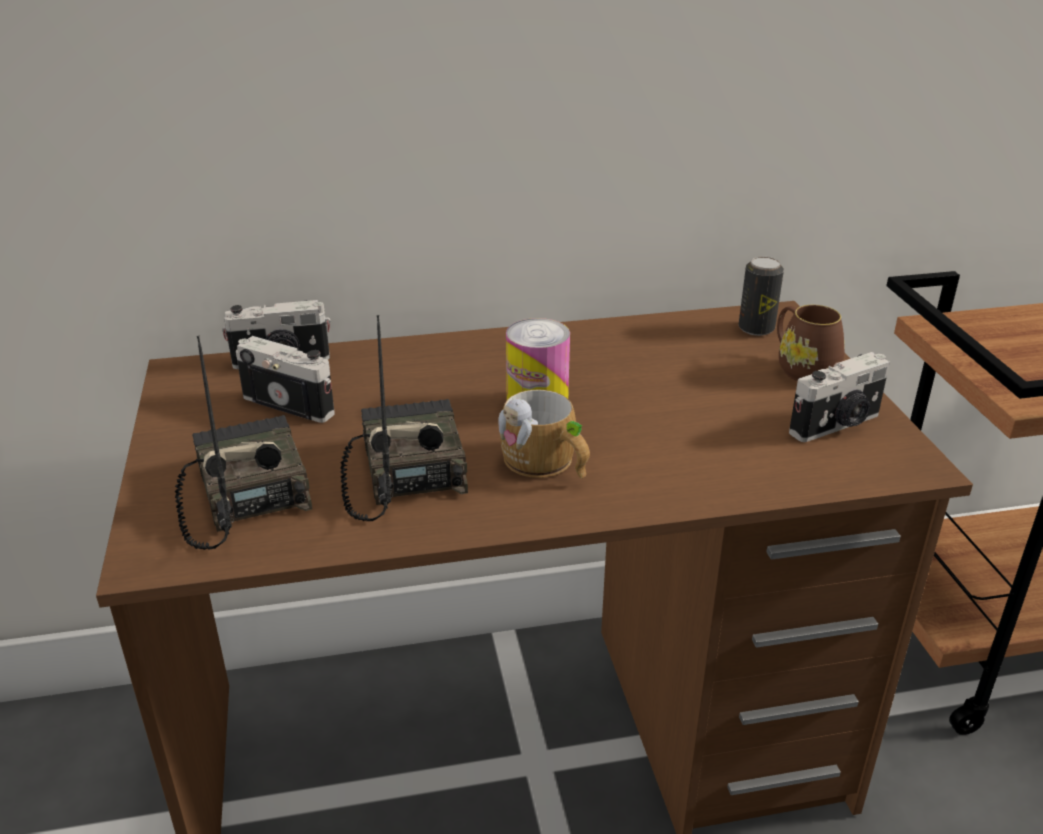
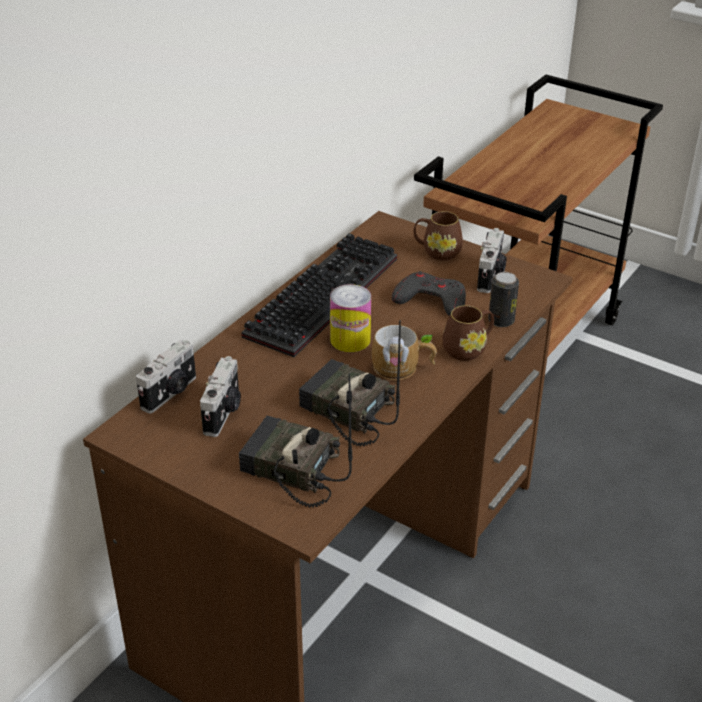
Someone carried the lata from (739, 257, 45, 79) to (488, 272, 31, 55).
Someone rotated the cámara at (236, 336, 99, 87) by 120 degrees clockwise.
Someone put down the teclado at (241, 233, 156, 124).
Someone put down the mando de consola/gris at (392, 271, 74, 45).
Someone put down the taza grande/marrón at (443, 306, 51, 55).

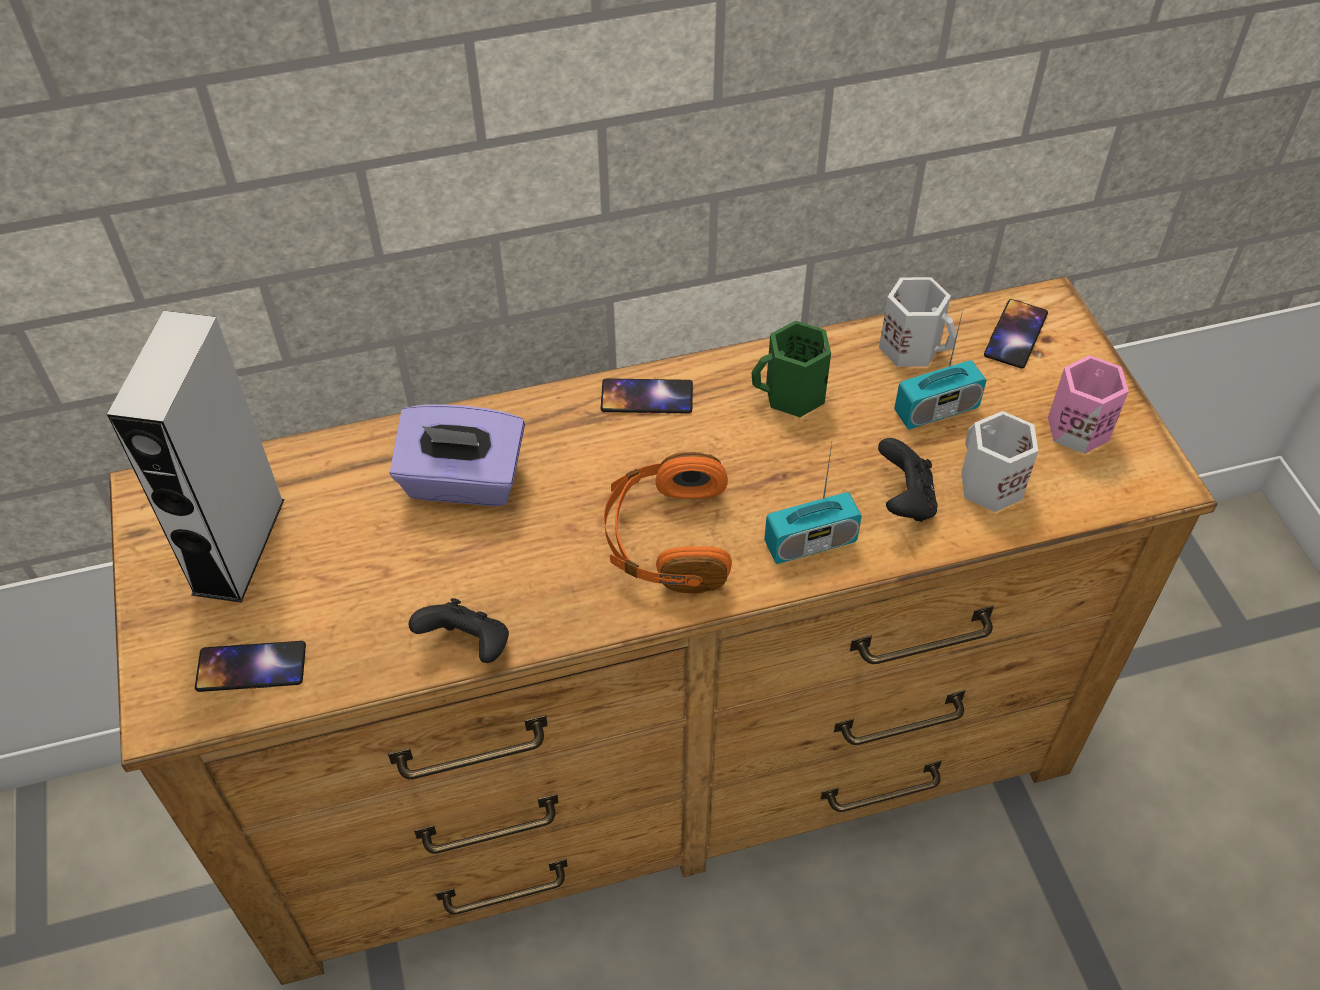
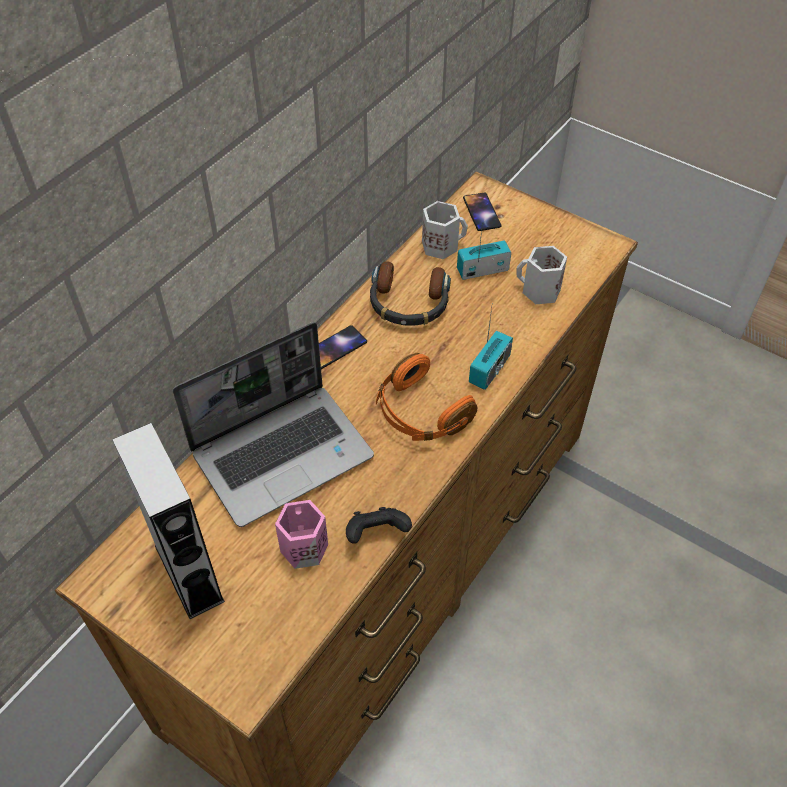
Someone rotated the radio at (894, 307, 92, 122) by 135 degrees counterclockwise.
Someone swapped the taza grande/verde at (752, 321, 79, 96) for the auriculares at (370, 261, 81, 65).
Someone carried the taza grande/rosa from (1048, 355, 81, 99) to (275, 500, 53, 69).
Someone swapped the caja de pañuelos/morado at (390, 404, 135, 102) for the portátil at (173, 322, 201, 205).
Someone took away the mando de consola/negro at (878, 438, 60, 84).
Someone took away the móvil at (195, 641, 111, 51).

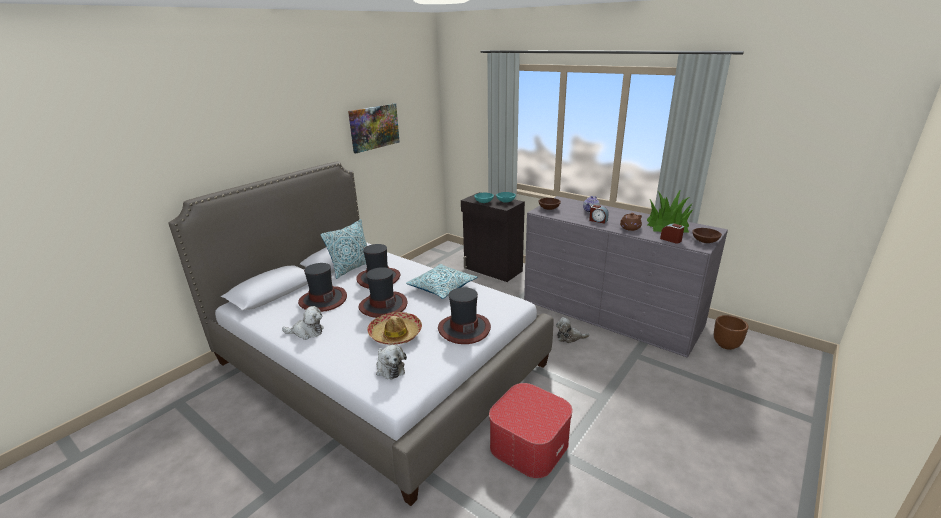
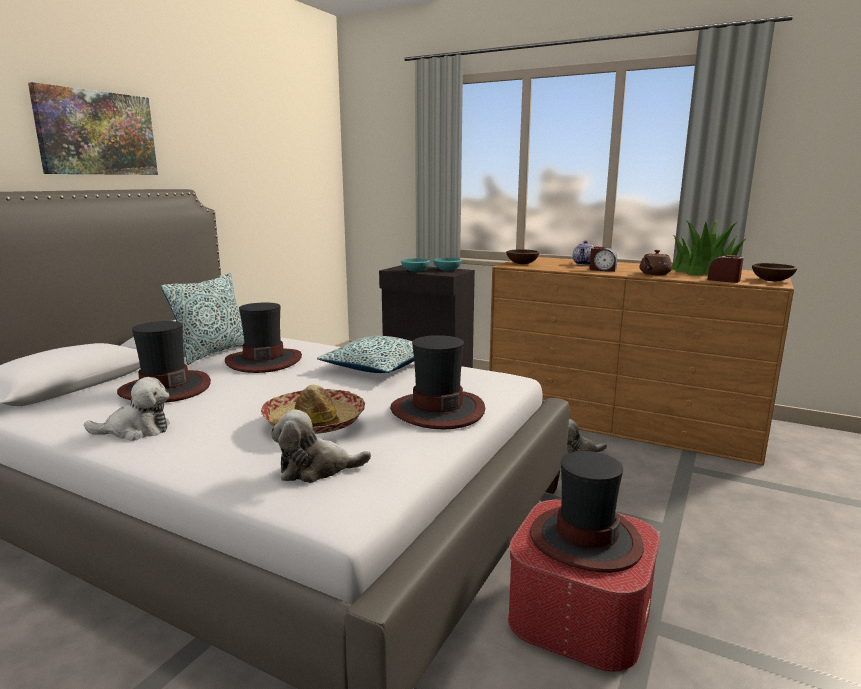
Someone carried the cuadro from (348, 103, 52, 50) to (28, 82, 130, 93).
Someone repainted the cómoda/gris at (524, 196, 204, 162), which became the cómoda/marrón at (489, 257, 305, 208).
Someone carried the sombrero from (359, 267, 48, 51) to (530, 451, 114, 122).
Someone took away the maceta/marrón at (714, 315, 34, 35).
Someone rotated the peluche at (376, 345, 31, 35) by 120 degrees clockwise.

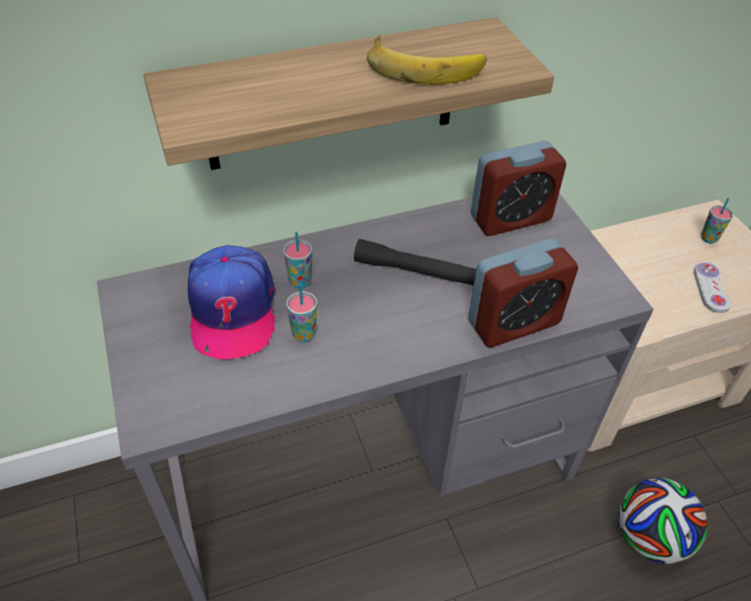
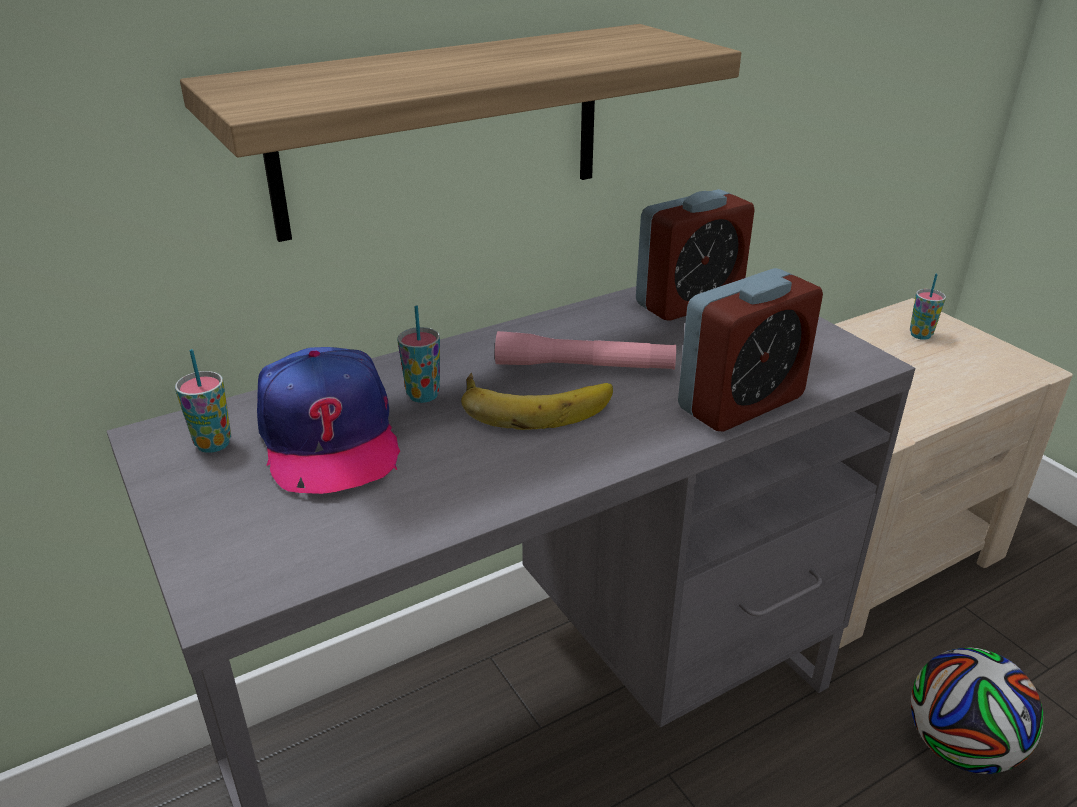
Someone carried the plátano from (367, 35, 120, 50) to (461, 373, 152, 57).
Someone repainted the linterna/negro at (354, 239, 122, 47), which became the linterna/rosa at (495, 331, 181, 39).
Someone took away the mando de consola/blanco at (694, 262, 38, 51).
Someone carried the taza from (286, 284, 31, 58) to (175, 349, 56, 104).

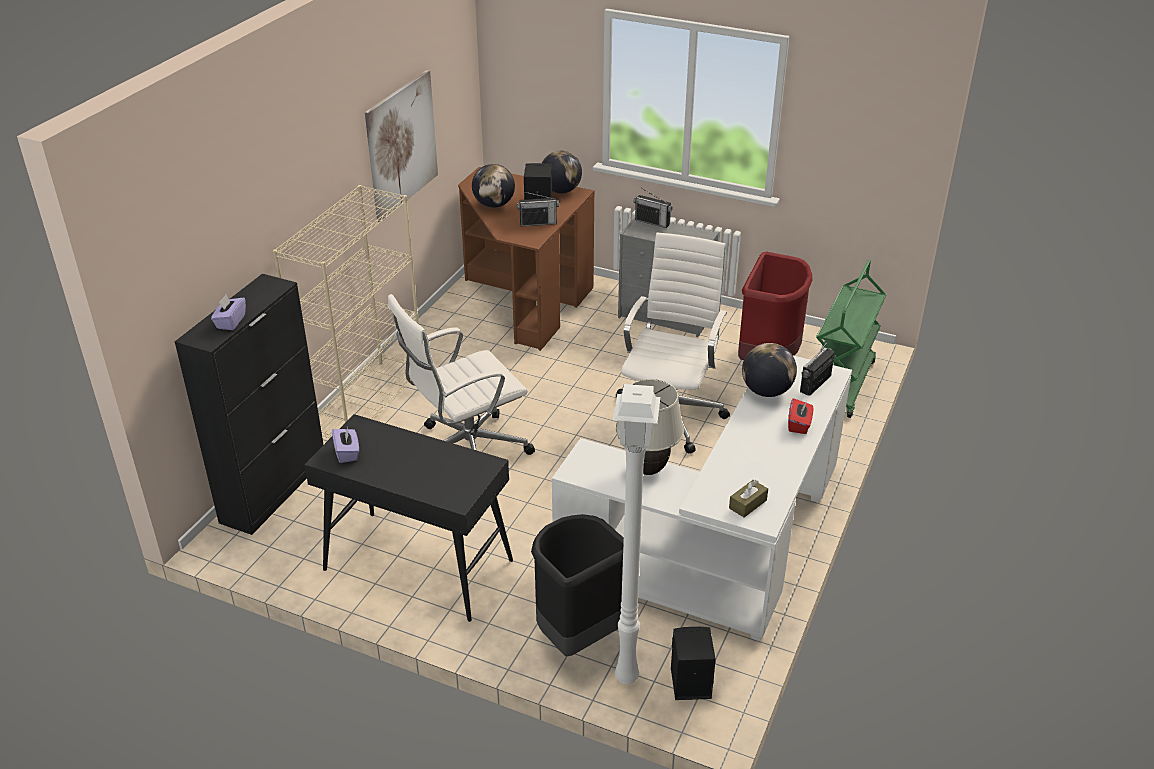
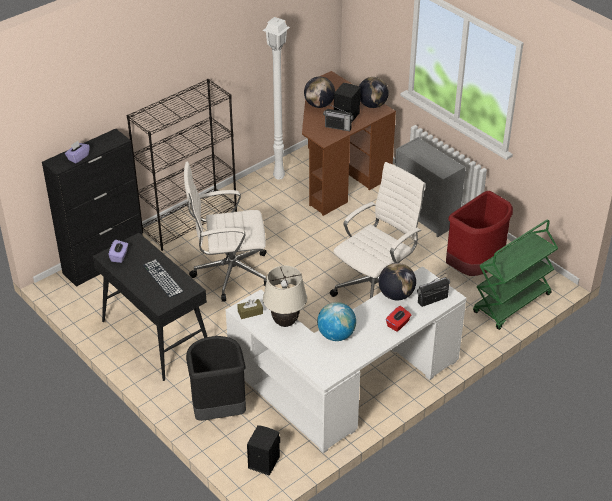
Someone took away the cuadro at (365, 70, 73, 152).
Someone repainted the estantería/beis at (273, 185, 146, 253), which became the estantería/negro at (127, 79, 110, 172).
Someone took away the radio at (634, 188, 39, 40).
Someone carried the lámpara de pie/blanco from (613, 384, 47, 300) to (262, 17, 28, 163).
Someone carried the caja de pañuelos/marrón from (729, 480, 39, 37) to (237, 299, 26, 20).
Someone put down the teclado at (143, 260, 41, 38).
Someone put down the globo terráqueo at (317, 302, 39, 39).

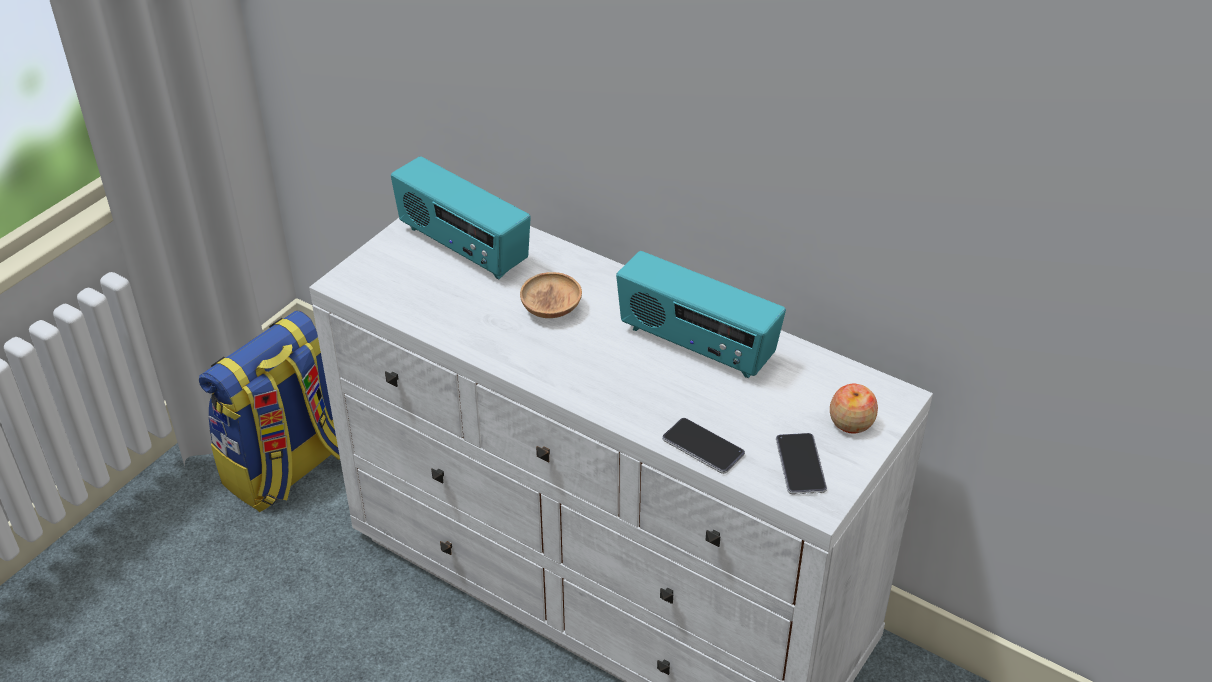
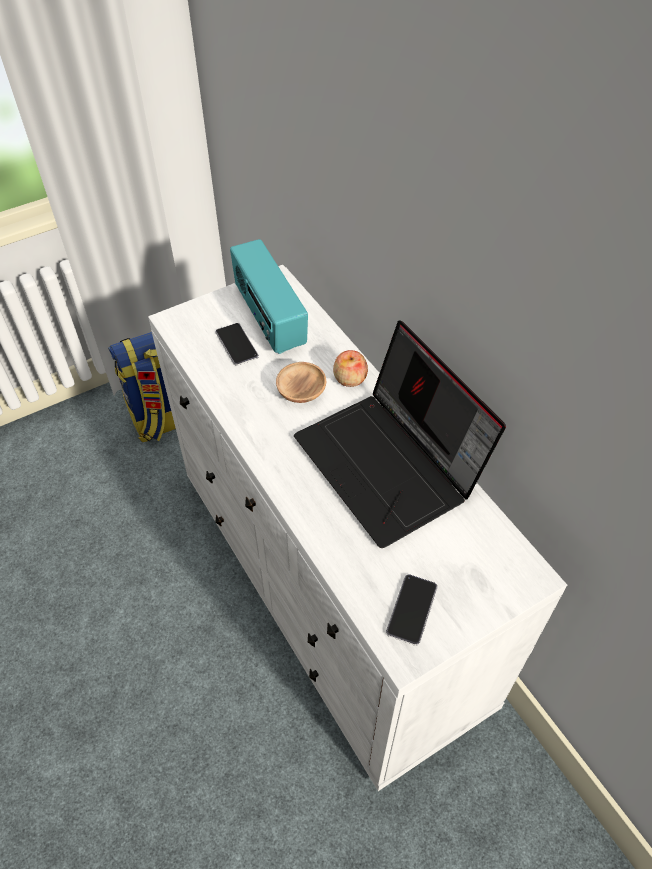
Someone swapped the radio at (616, 251, 170, 128) for the portátil at (294, 320, 212, 228).
Someone carried the manzana from (830, 384, 48, 50) to (333, 350, 35, 37).
Someone carried the móvil from (662, 418, 83, 56) to (215, 323, 44, 43).

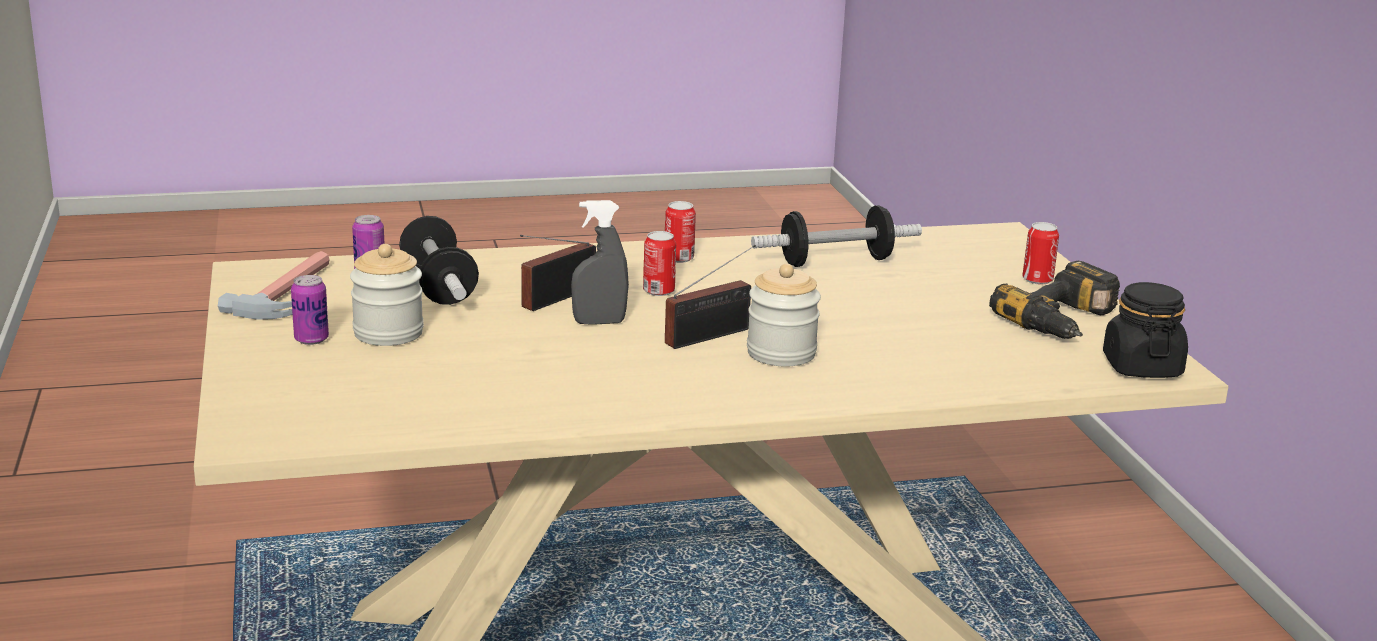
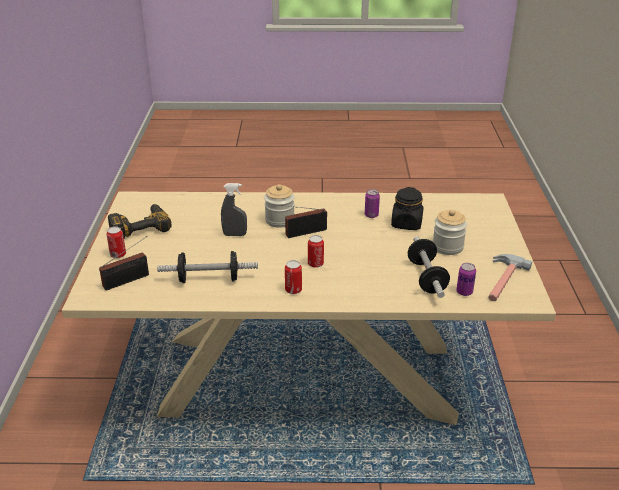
Someone carried the pulverizador/gris from (571, 200, 58, 125) to (221, 183, 26, 53).
Someone carried the radio from (520, 235, 76, 76) to (99, 236, 50, 55).
Someone carried the lata from (291, 275, 38, 70) to (365, 189, 15, 29).
Someone carried the tarro/negro from (1103, 282, 85, 96) to (391, 187, 32, 43).

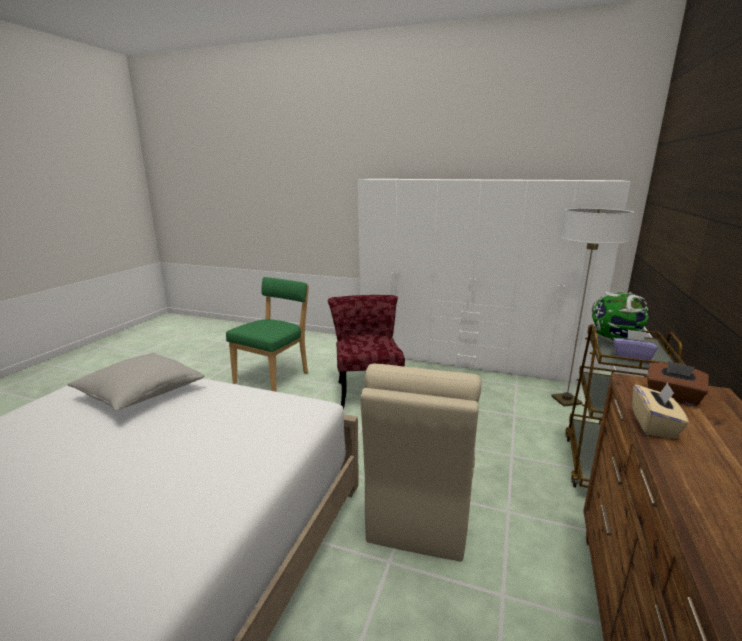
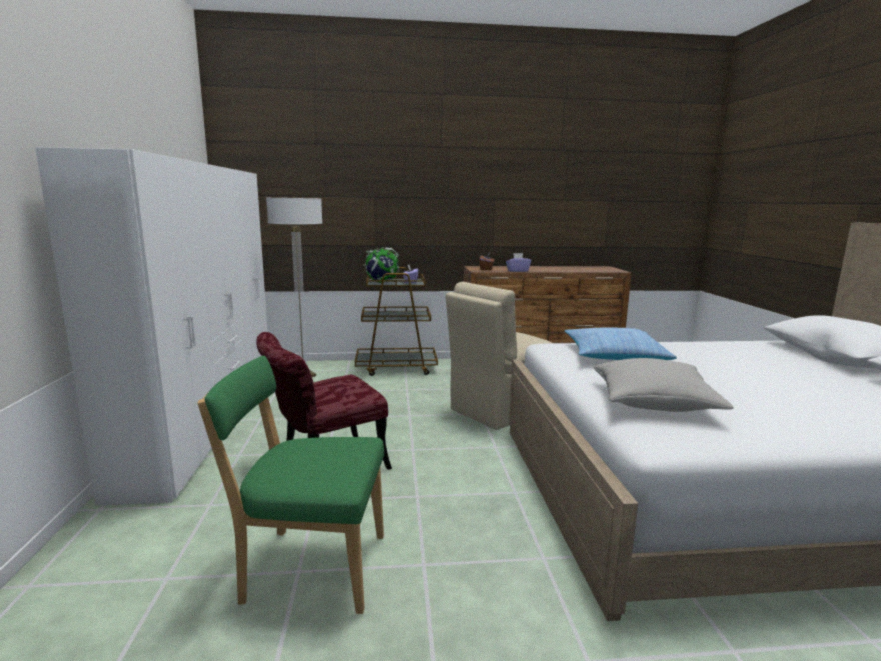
Someone rotated the silla/beis at (360, 364, 122, 198) by 150 degrees clockwise.
Someone repainted the caja de pañuelos/beis at (632, 383, 57, 55), which became the caja de pañuelos/morado at (506, 253, 25, 19).
Someone put down the cojín at (564, 328, 113, 32).

